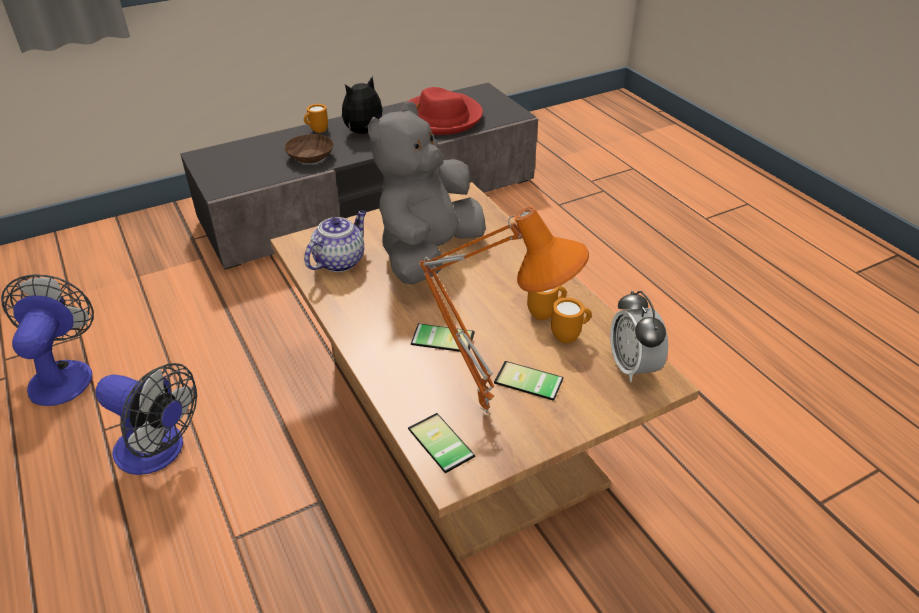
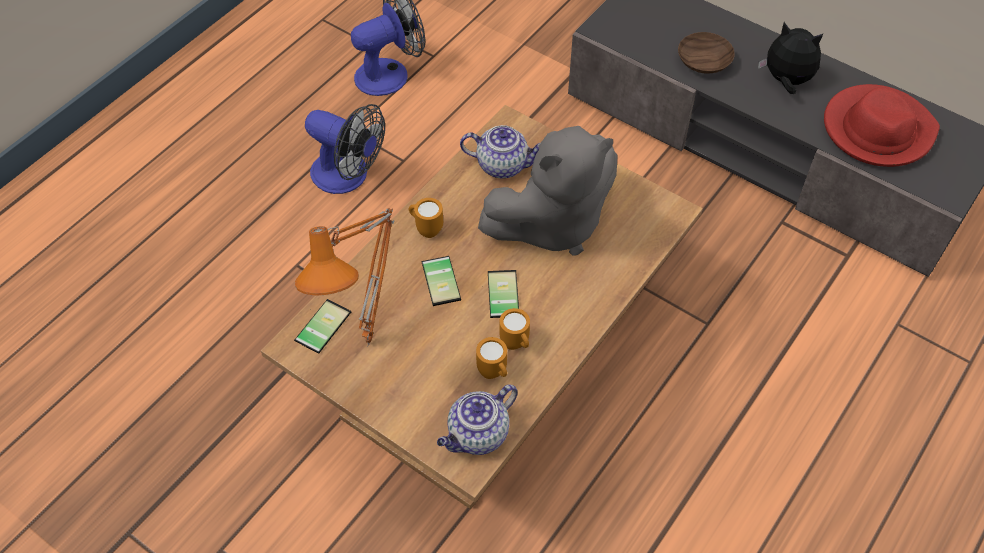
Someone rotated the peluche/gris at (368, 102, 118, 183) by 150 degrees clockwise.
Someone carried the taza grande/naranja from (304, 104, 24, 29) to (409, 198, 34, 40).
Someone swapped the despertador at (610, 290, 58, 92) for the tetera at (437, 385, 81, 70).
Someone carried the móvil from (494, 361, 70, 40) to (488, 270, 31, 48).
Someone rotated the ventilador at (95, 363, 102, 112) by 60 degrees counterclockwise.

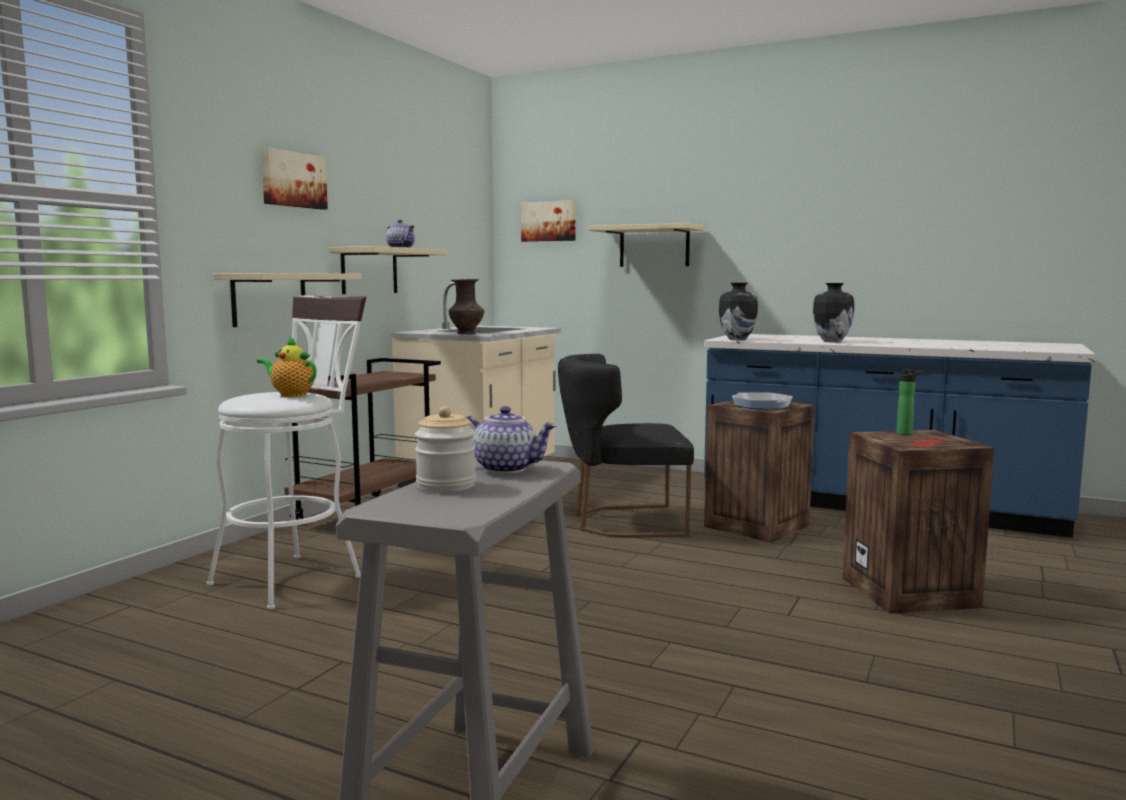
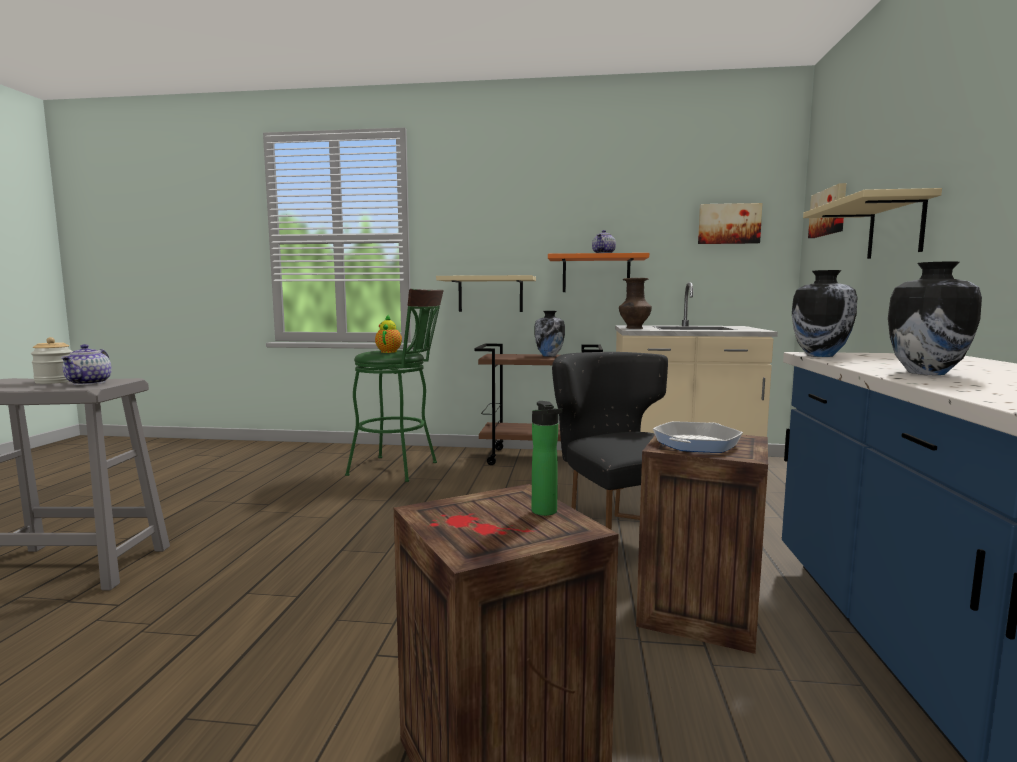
Someone carried the cuadro from (261, 147, 67, 63) to (698, 203, 65, 41).
Someone repainted the estante/beis at (329, 246, 118, 48), which became the estante/naranja at (548, 253, 101, 39).
Someone repainted the taburete/blanco at (207, 295, 159, 315), which became the taburete/verde at (345, 289, 99, 193).
Someone put down the florero at (534, 311, 31, 46).

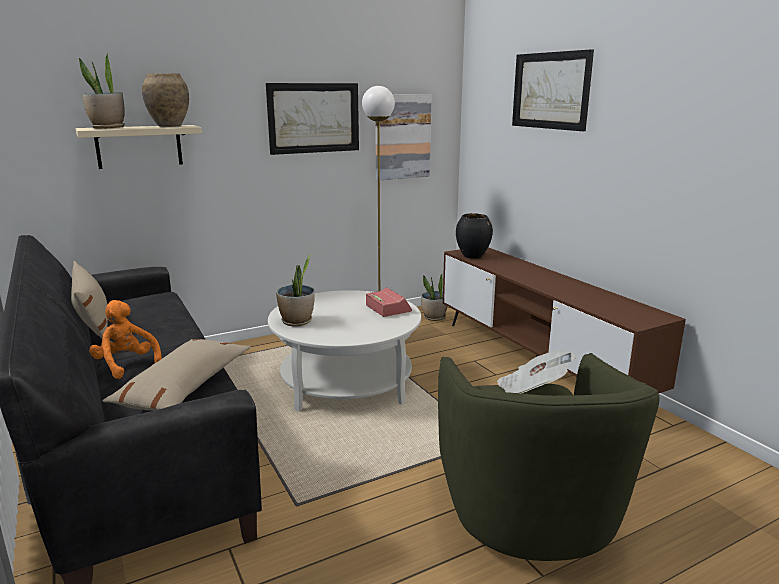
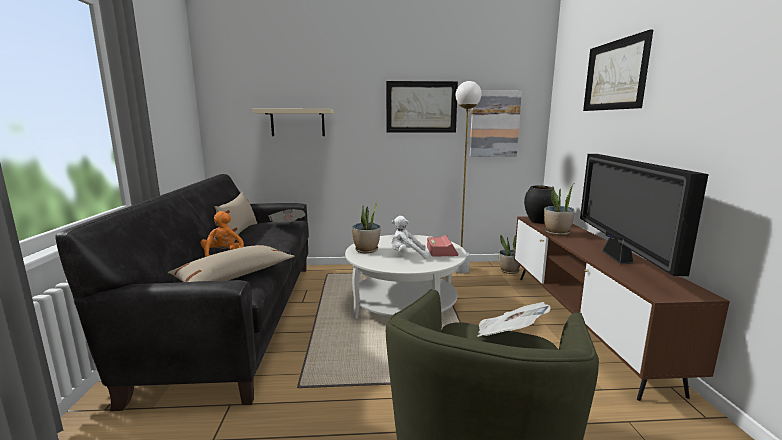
Someone carried the planta en maceta from (79, 53, 46, 76) to (544, 185, 30, 51).
Someone took away the florero/marrón at (142, 73, 47, 54).
Someone put down the televisor at (580, 154, 129, 122).
Someone put down the periódico at (268, 209, 38, 14).
Someone put down the peluche/blanco at (392, 216, 37, 43).

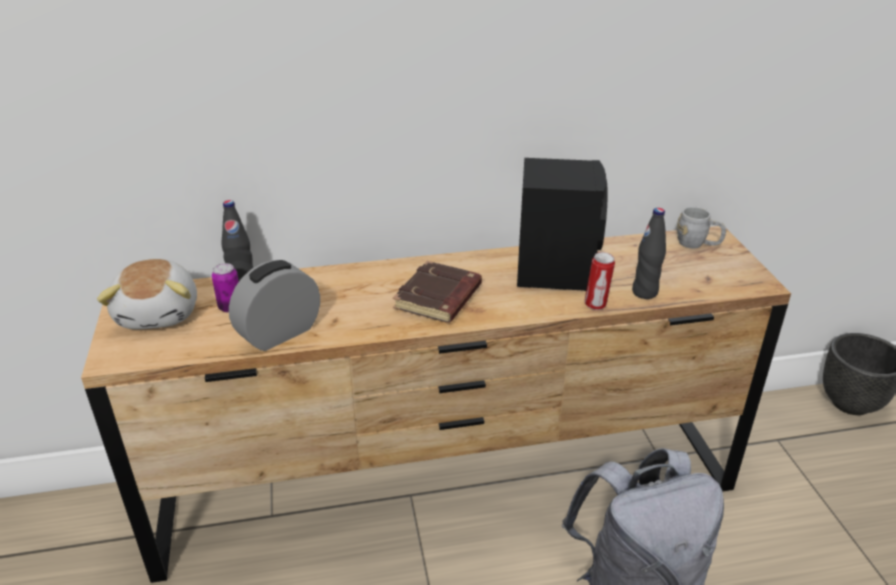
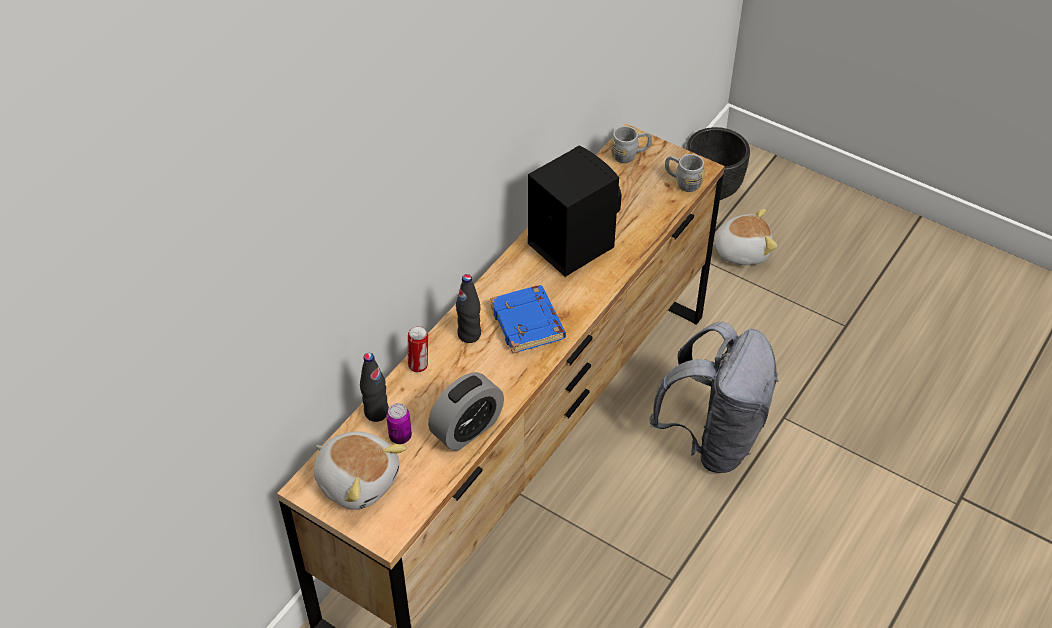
Someone carried the botella/negro from (632, 208, 34, 91) to (456, 274, 25, 69).
Someone carried the lata from (585, 252, 30, 58) to (408, 326, 20, 46).
Someone rotated the despertador at (229, 260, 91, 91) by 135 degrees counterclockwise.
Someone repainted the libro/marrón at (393, 261, 89, 62), which became the libro/azul at (490, 285, 76, 69).
Someone put down the taza grande/gris at (665, 154, 40, 38).
Someone put down the peluche at (713, 209, 64, 56).

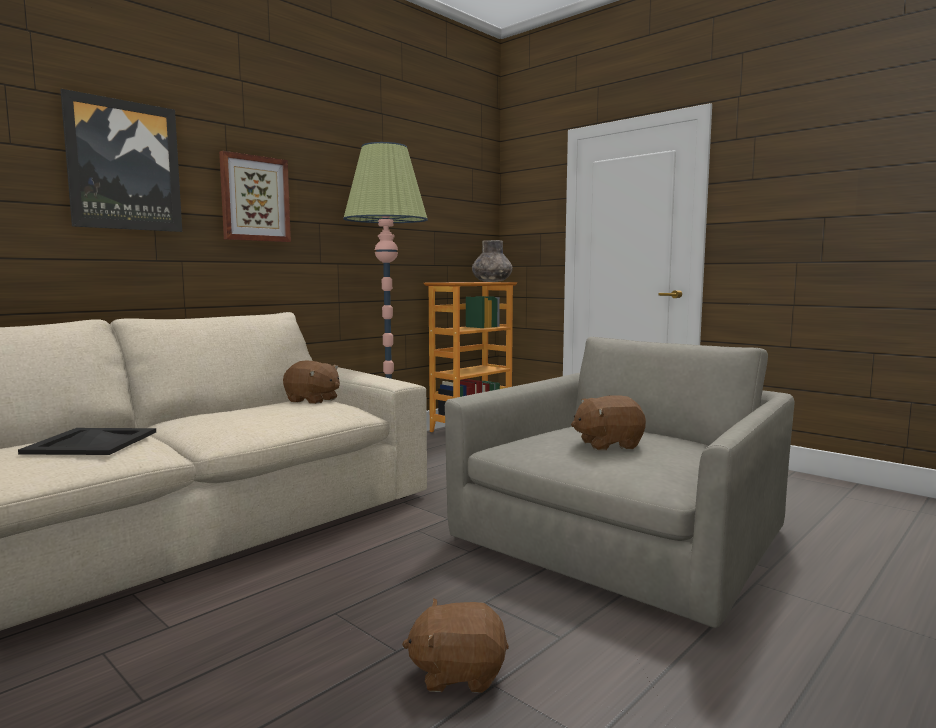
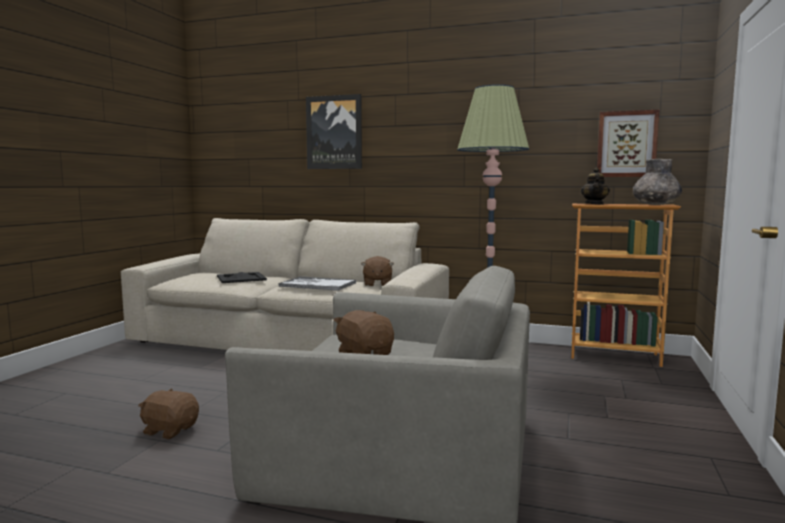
Someone carried the cuadro from (219, 151, 72, 91) to (597, 110, 62, 67).
Someone rotated the peluche/marrón at (402, 599, 107, 94) by 45 degrees counterclockwise.
Someone put down the tetera at (581, 168, 29, 37).
Someone put down the bandeja at (278, 276, 78, 15).

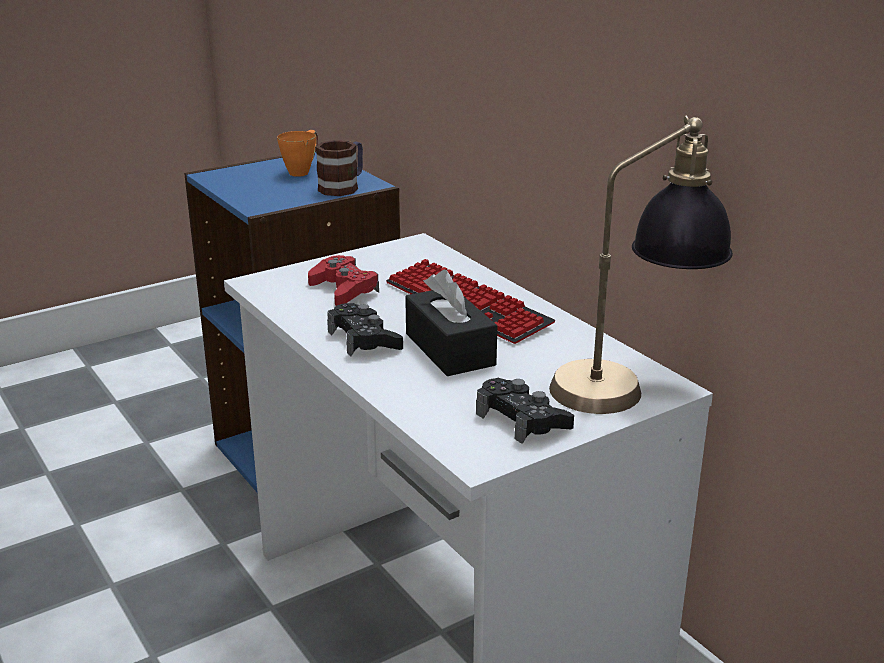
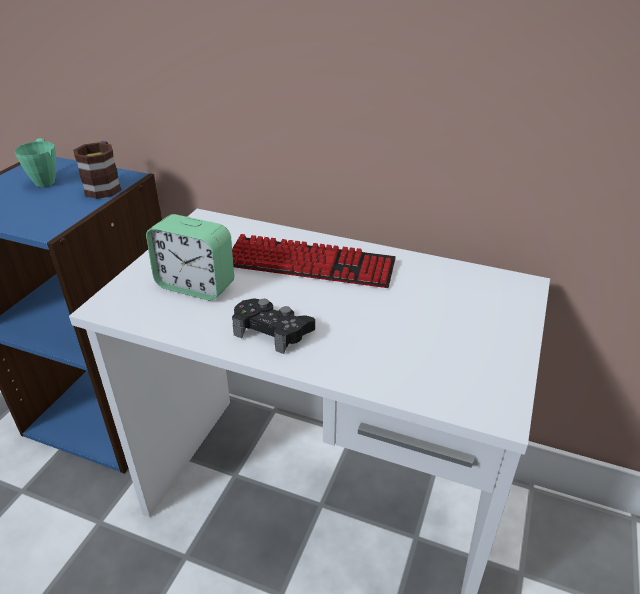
Someone took away the lámpara de mesa at (549, 116, 184, 298).
Someone repainted the taza grande/naranja at (277, 130, 41, 47), which became the taza grande/verde at (15, 138, 41, 49).
Someone swapped the mando de consola/rojo at (308, 255, 71, 51) for the despertador at (146, 214, 88, 86).
Someone took away the caja de pañuelos/negro at (405, 269, 92, 107).
Someone took away the mando de consola/negro at (476, 378, 98, 66).

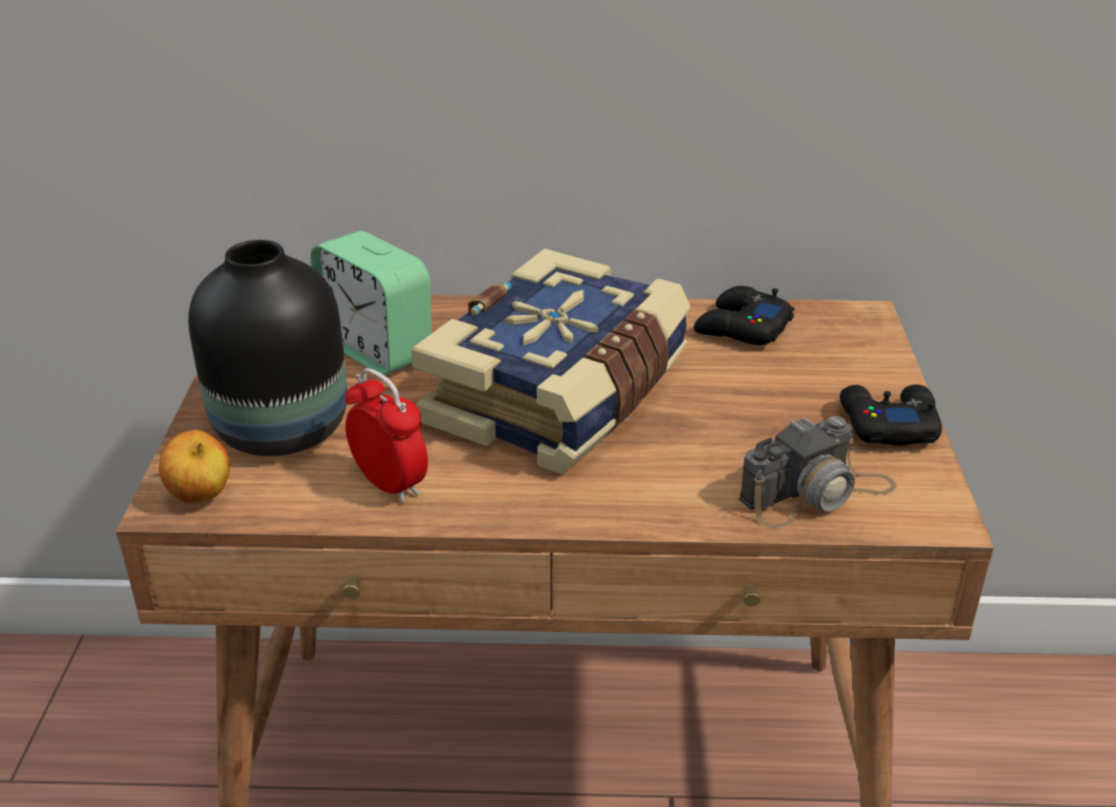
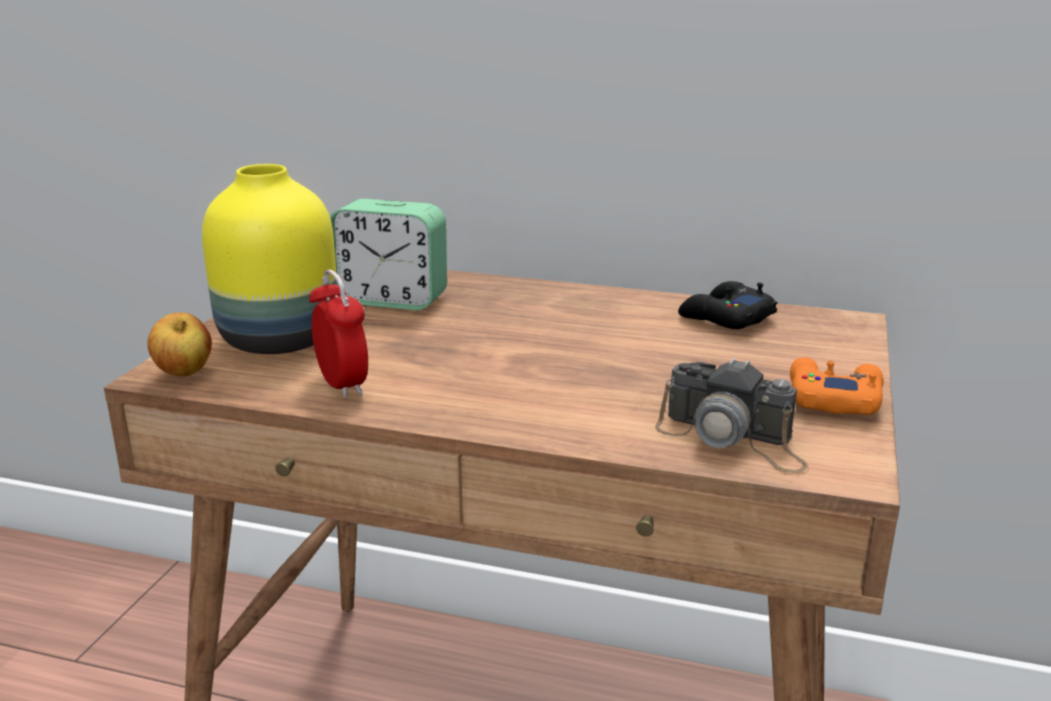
Someone rotated the despertador at (310, 231, 122, 144) by 45 degrees counterclockwise.
Someone repainted the florero/negro at (188, 240, 159, 216), which became the florero/amarillo at (202, 164, 135, 190).
Someone took away the libro at (411, 248, 279, 226).
Someone repainted the mando de consola/negro at (840, 384, 102, 62), which became the mando de consola/naranja at (790, 358, 94, 57).
Someone rotated the cámara at (739, 416, 158, 112) by 45 degrees clockwise.

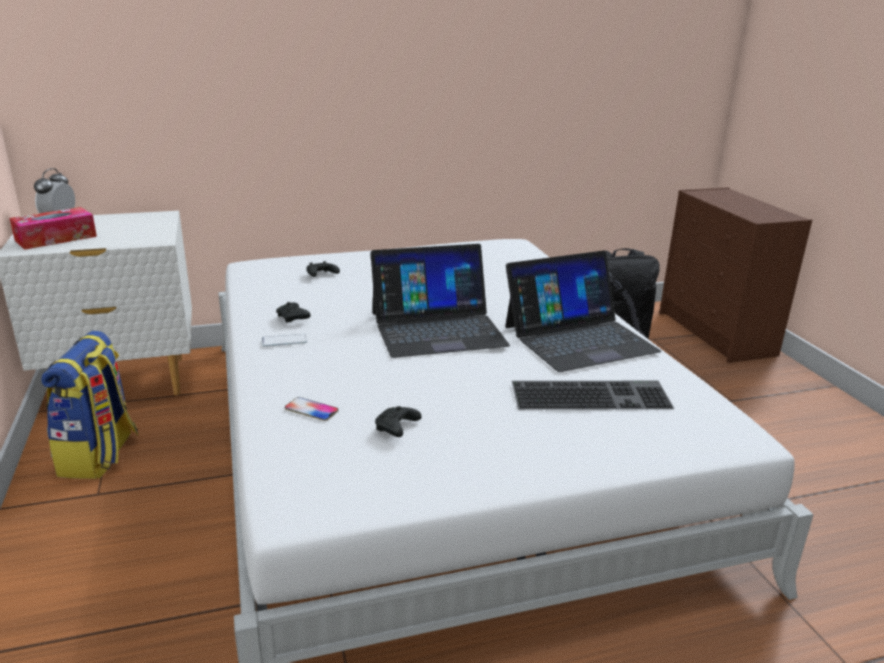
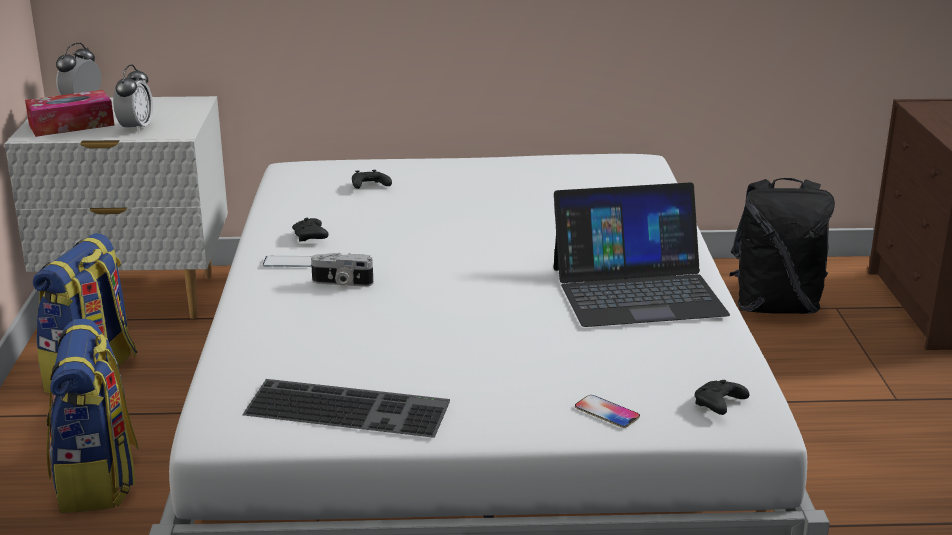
Someone took away the portátil at (370, 244, 140, 114).
Someone carried the teclado from (512, 381, 162, 29) to (242, 379, 208, 59).
Someone carried the móvil from (285, 397, 53, 24) to (575, 395, 65, 33).
Someone carried the mando de consola/negro from (375, 406, 47, 31) to (695, 380, 54, 35).
Someone put down the despertador at (113, 65, 40, 68).
Someone put down the cámara at (311, 253, 62, 33).
Someone put down the mochila at (46, 318, 93, 195).

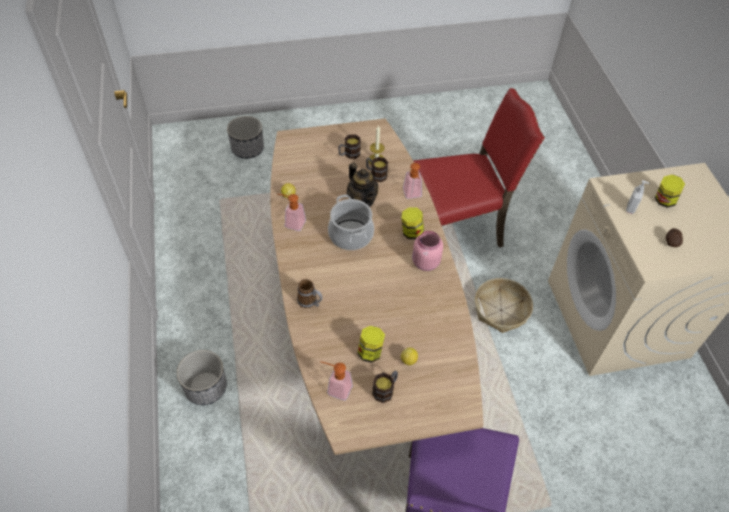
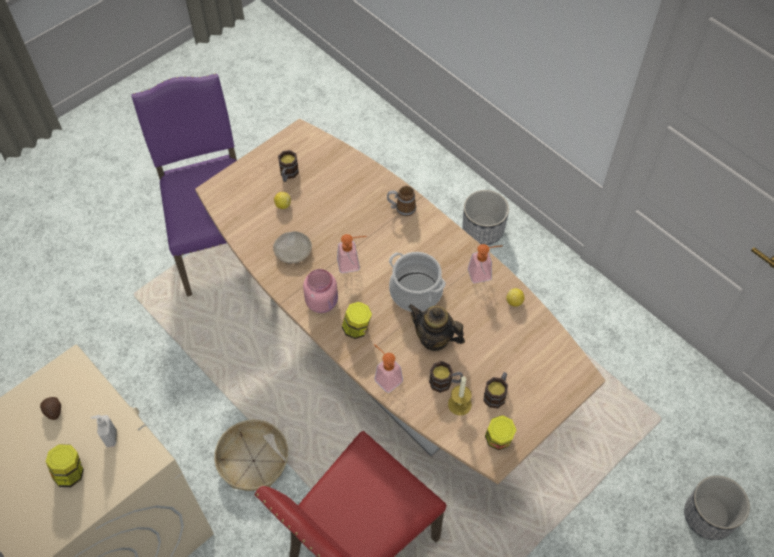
Someone carried the tarro from (357, 326, 28, 37) to (485, 415, 31, 35).
Someone carried the dispensador de jabón from (320, 361, 32, 39) to (337, 234, 30, 39).
Someone put down the plato/beis at (273, 231, 39, 33).

